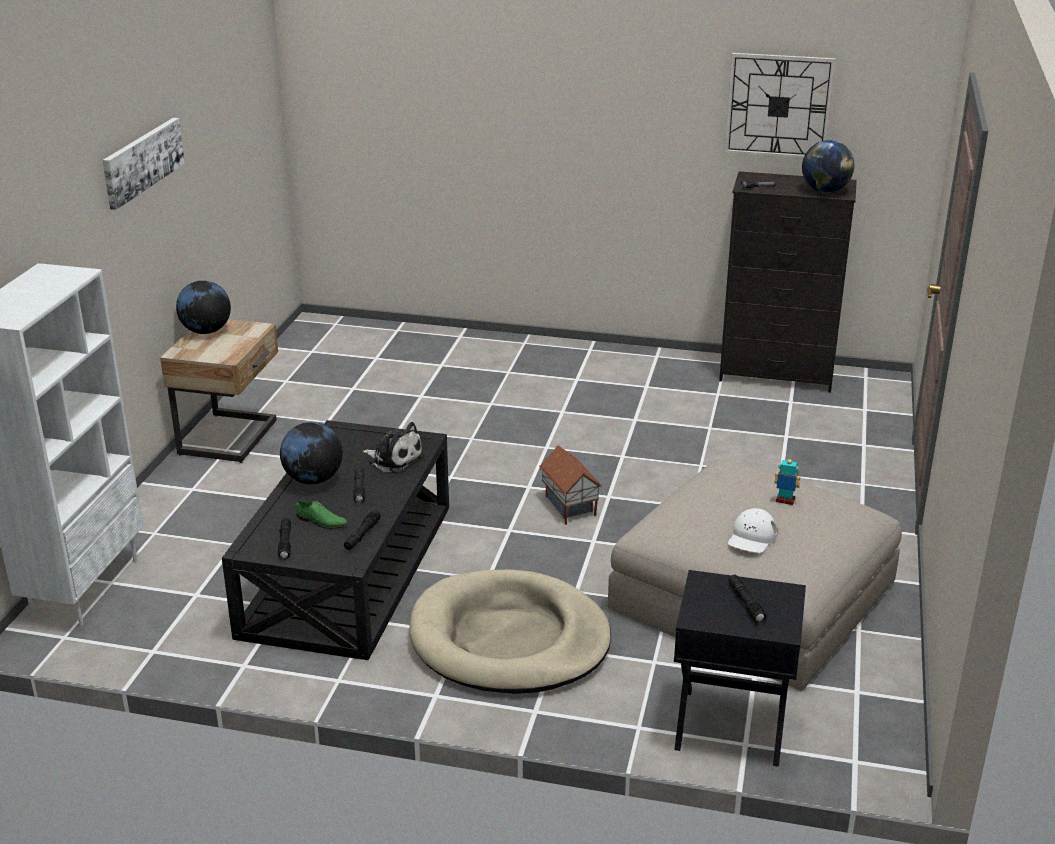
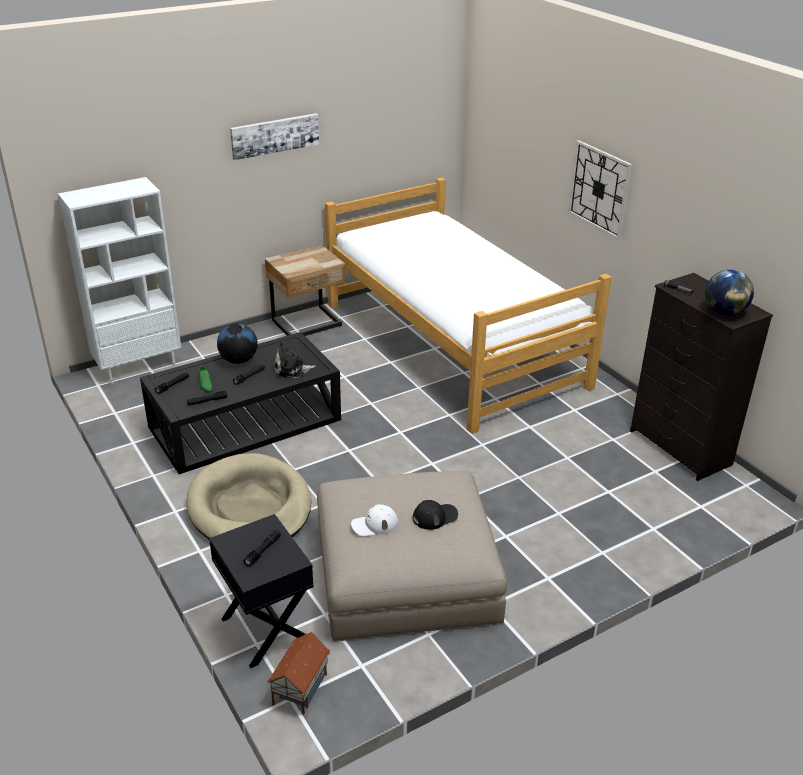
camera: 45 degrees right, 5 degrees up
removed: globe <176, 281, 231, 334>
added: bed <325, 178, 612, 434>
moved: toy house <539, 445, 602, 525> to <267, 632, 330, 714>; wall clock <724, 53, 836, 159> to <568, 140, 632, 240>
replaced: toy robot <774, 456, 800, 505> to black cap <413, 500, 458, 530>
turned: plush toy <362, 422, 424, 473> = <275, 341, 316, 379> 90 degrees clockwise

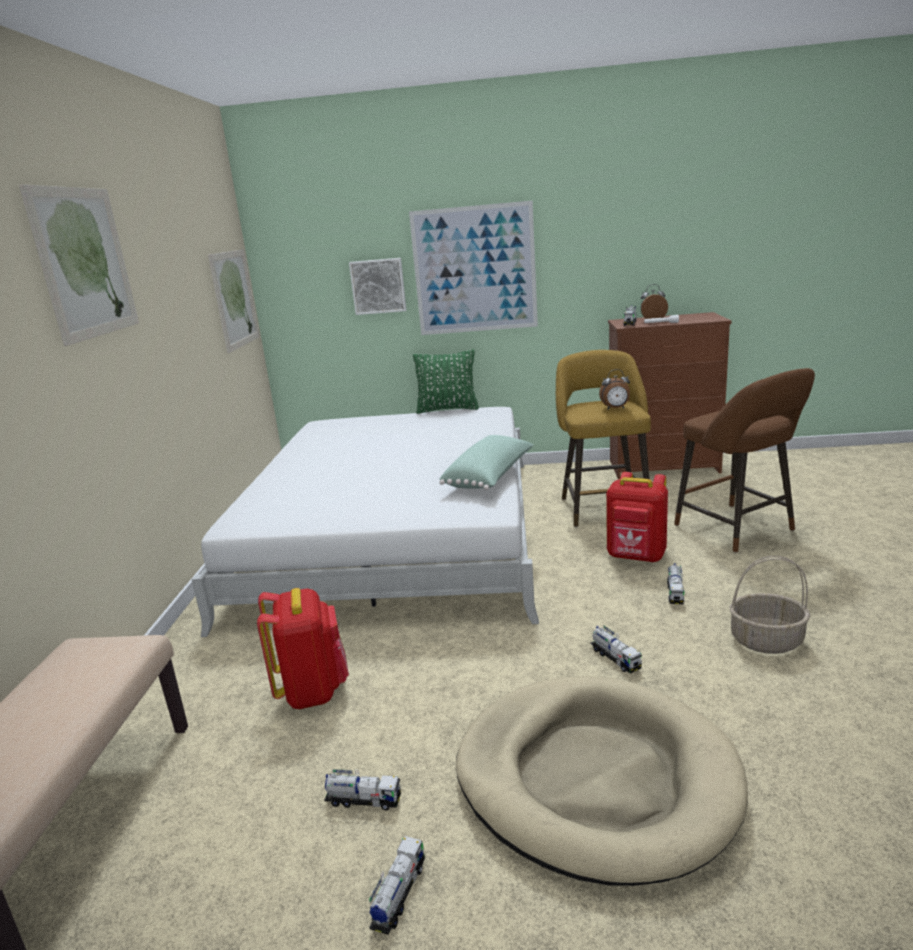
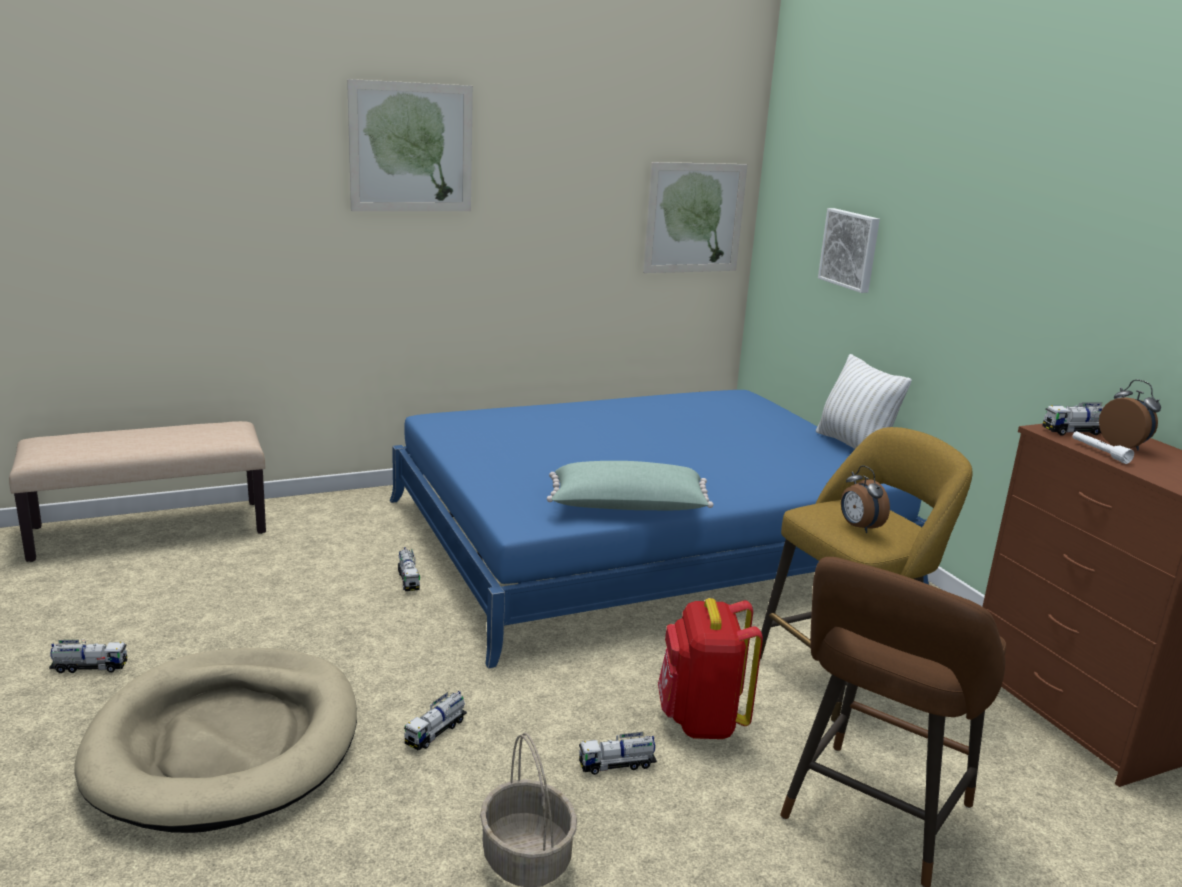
camera: 60 degrees right, 0 degrees up
removed: red backpack <257, 588, 349, 709>; picture <409, 200, 538, 335>
moved: toy truck <324, 769, 401, 810> to <398, 547, 420, 591>
recoloured: white bed <192, 407, 539, 637> to blue bed <390, 390, 929, 668>; green pillow <413, 349, 479, 414> to white pillow <816, 354, 912, 449>

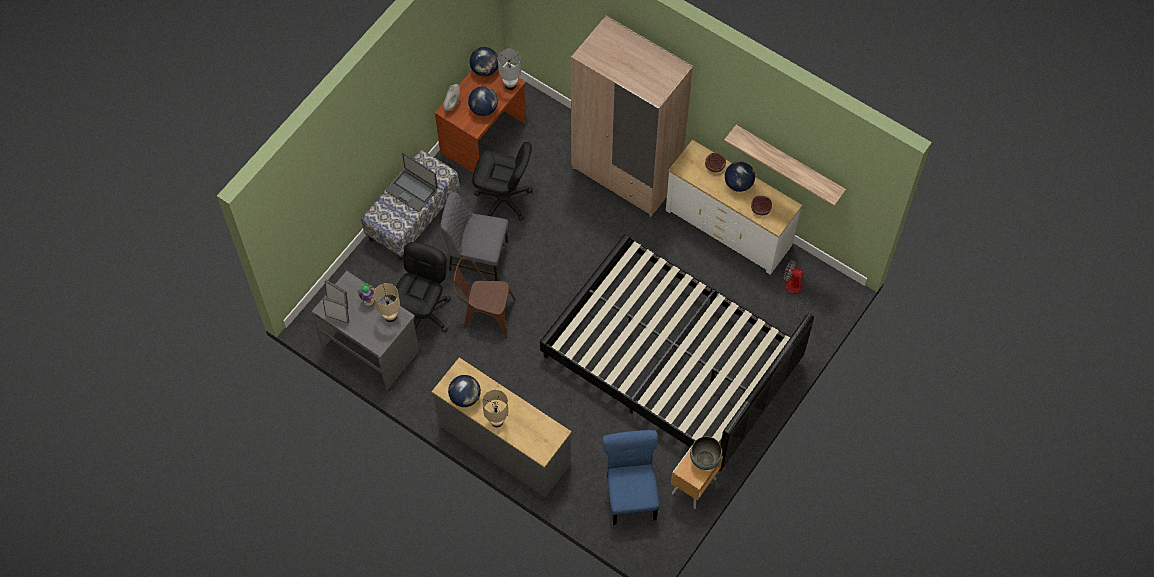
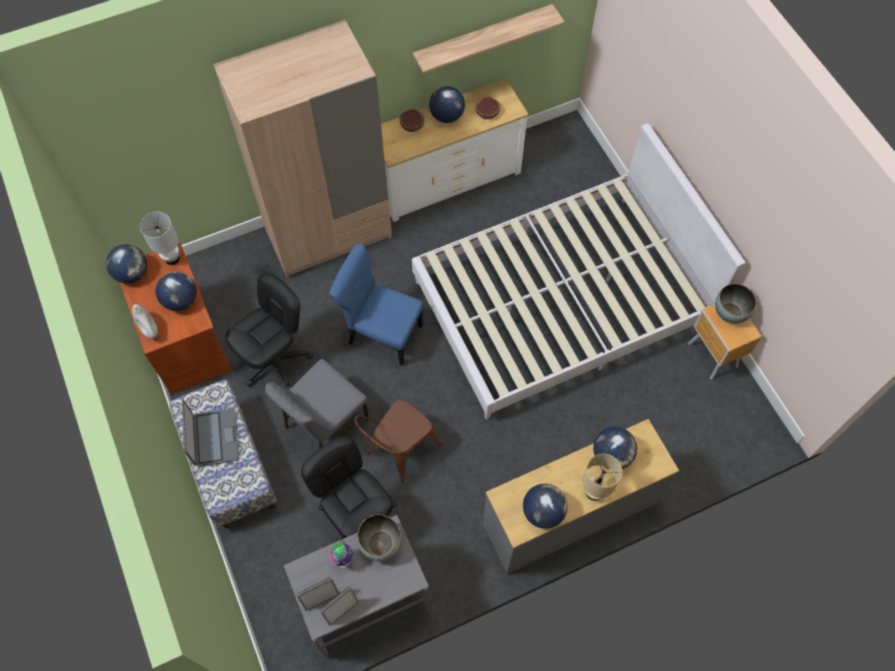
camera: 60 degrees left, 0 degrees up
removed: fan <784, 260, 810, 319>
added: globe <593, 427, 637, 469>
moved: blue chair <603, 430, 660, 525> to <329, 244, 424, 366>
replaced: beige table lamp <374, 283, 400, 322> to bowl <357, 514, 402, 561>
recoloured: black bed <540, 234, 814, 471> to white bed <412, 123, 746, 419>
turned: laptop <386, 153, 438, 212> = <182, 399, 239, 467> 75 degrees counterclockwise

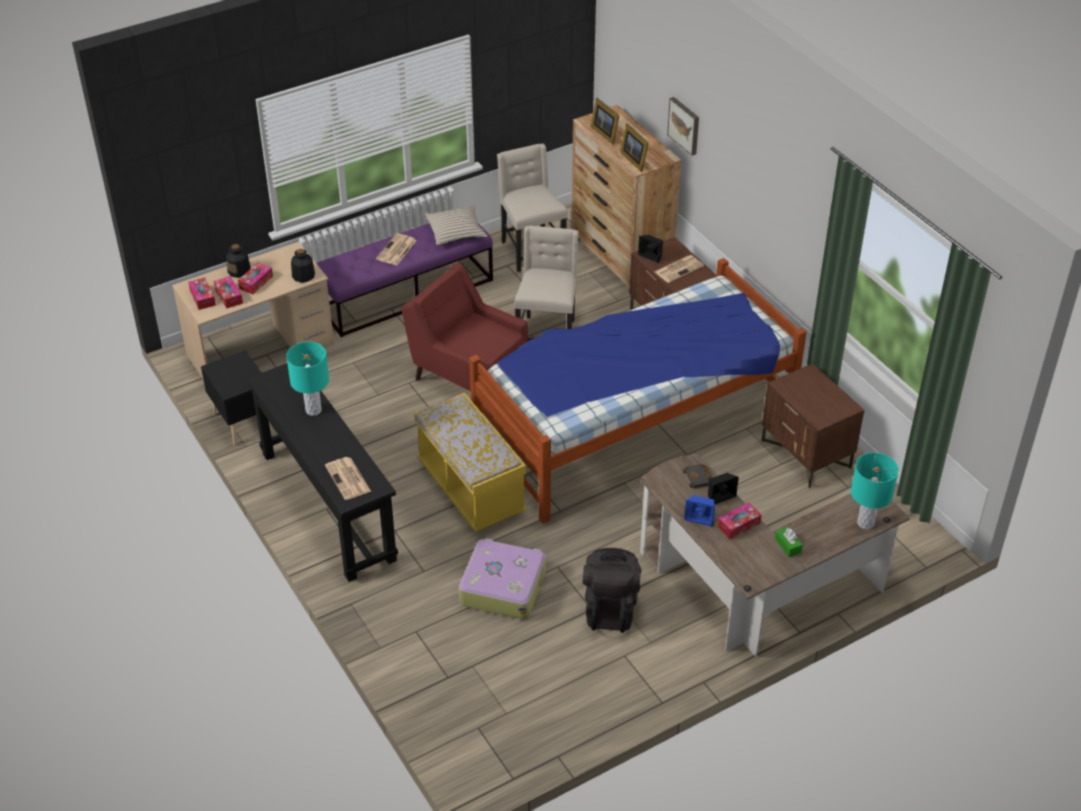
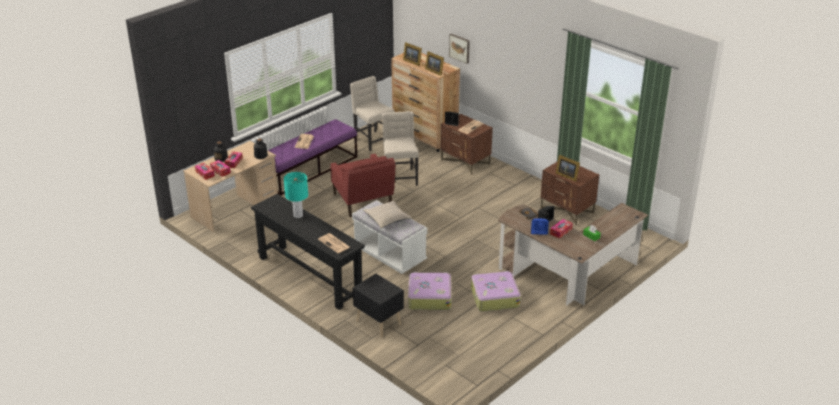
camera: 15 degrees left, 10 degrees down
removed: bed <469, 258, 807, 524>; turquoise table lamp <851, 453, 899, 529>
added: picture frame <556, 155, 580, 182>
moved: black nightstand <201, 350, 272, 446> to <353, 274, 404, 338>; beige pillow <424, 206, 488, 246> to <363, 201, 412, 228>
replaced: black backpack <583, 548, 642, 633> to suitcase <471, 271, 521, 312>
recoloured: yellow bench <414, 393, 526, 532> to white bench <352, 200, 427, 274>
turned: red armchair <401, 263, 528, 391> = <330, 154, 395, 217> 135 degrees counterclockwise

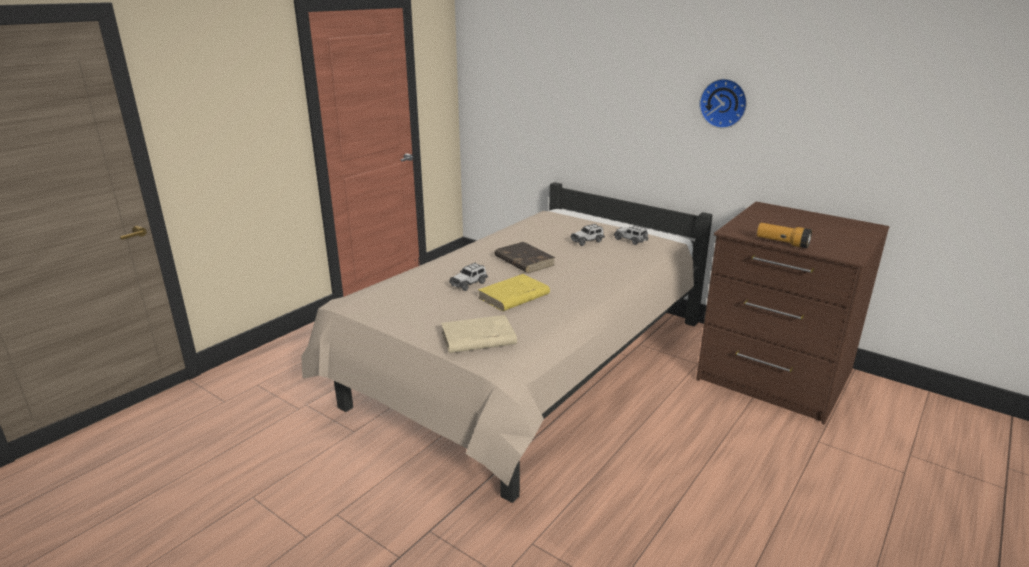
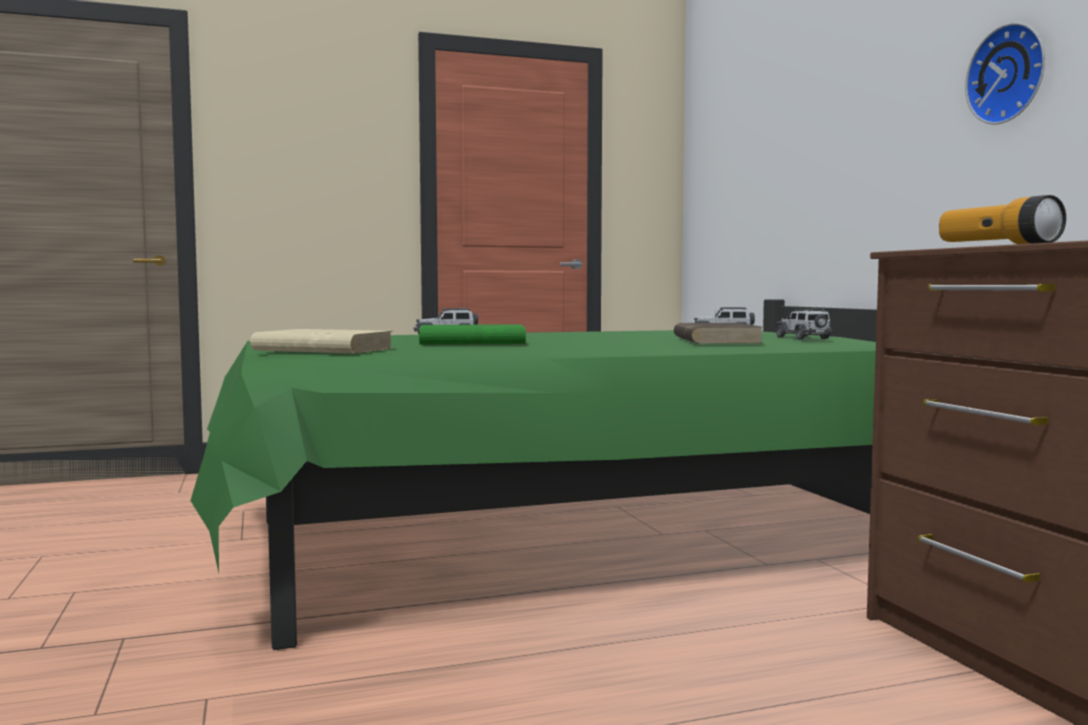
camera: 35 degrees right, 20 degrees down
moved: brown book <494, 242, 556, 273> to <674, 323, 764, 344>
recoloured: beige bed <301, 182, 713, 503> to green bed <190, 299, 877, 650>; yellow book <478, 274, 550, 311> to green book <419, 324, 526, 345>

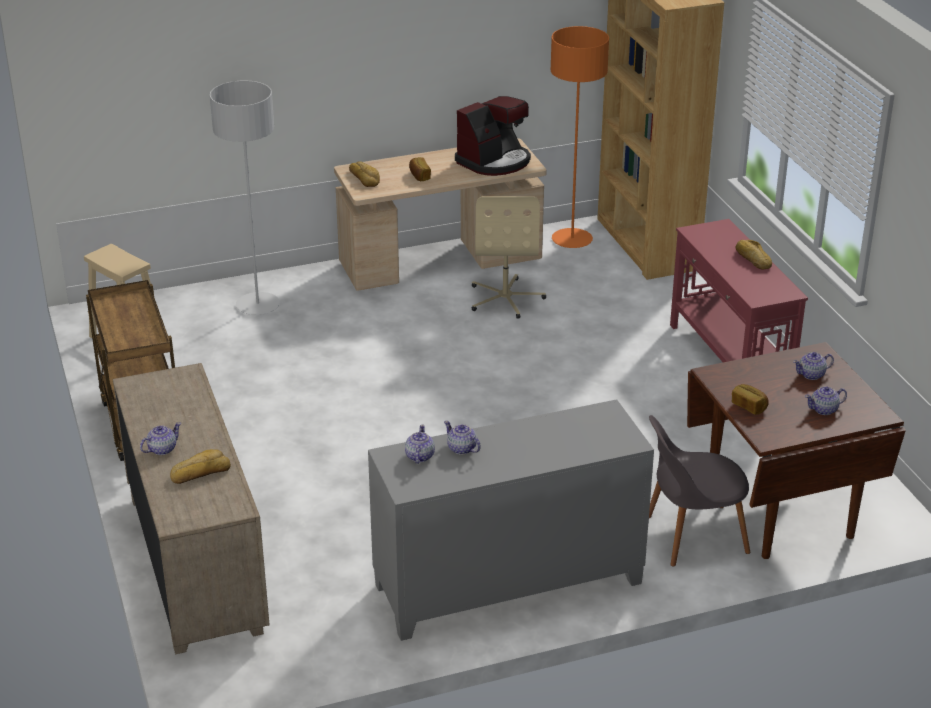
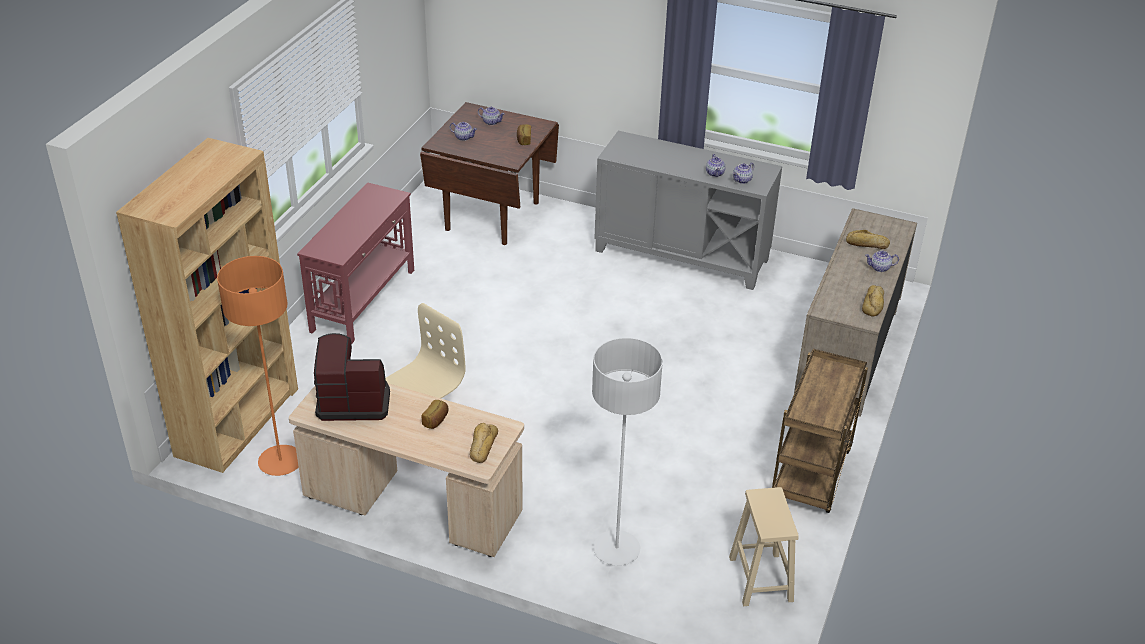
camera: 140 degrees left, 5 degrees up
removed: grey chair <649, 415, 750, 567>
moved: bread <736, 240, 772, 269> to <862, 285, 884, 316>

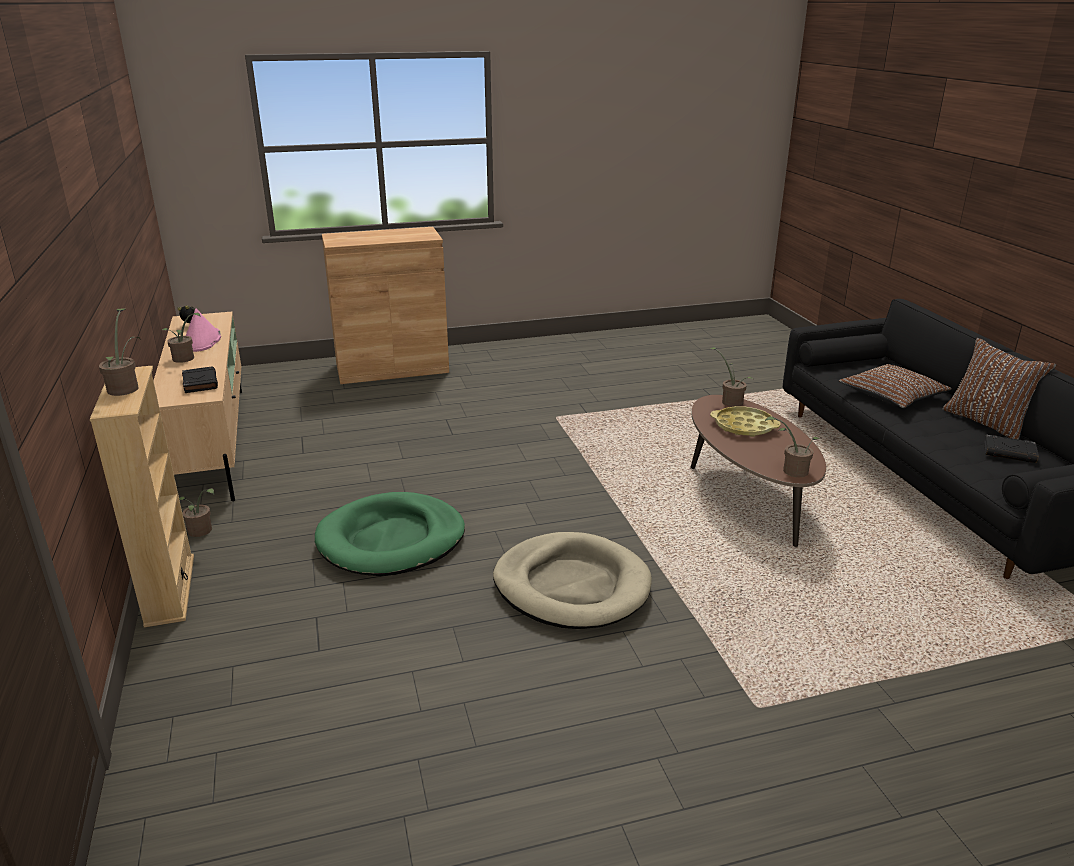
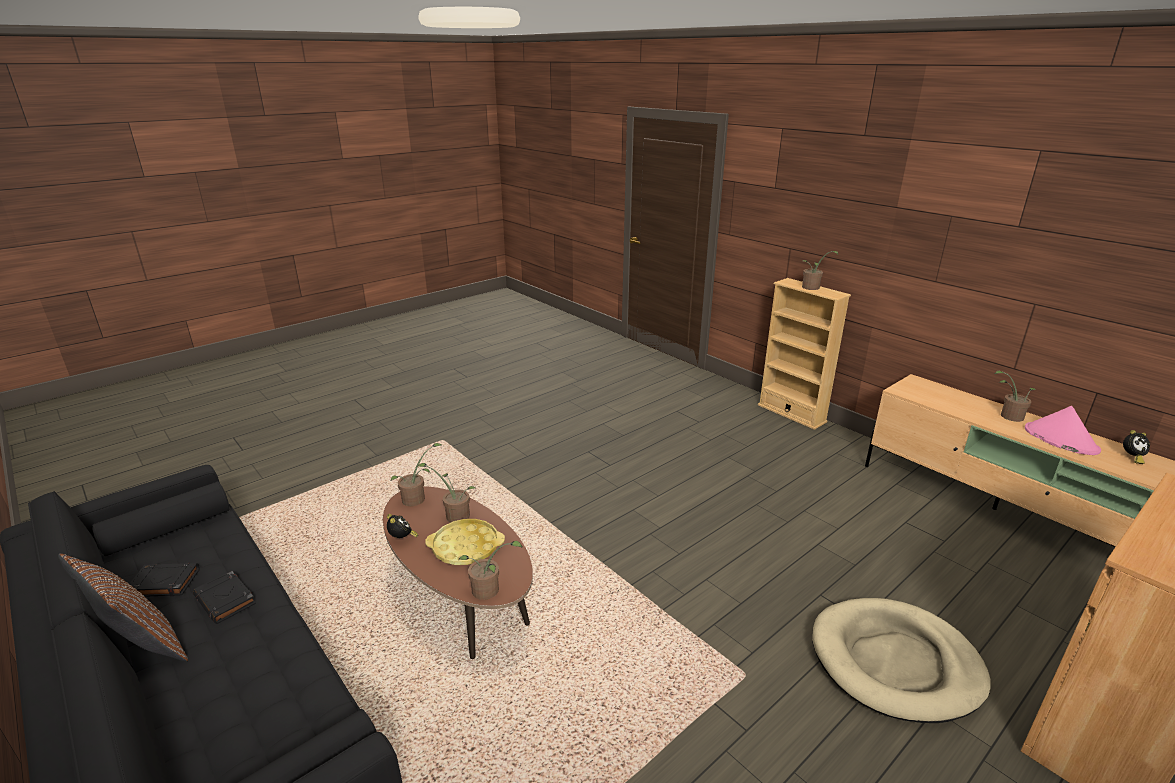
camera: 155 degrees right, 0 degrees up
removed: green dog bed <315, 492, 465, 576>; brown pillow <839, 364, 952, 409>
added: alarm clock <387, 514, 418, 538>
moved: black book <182, 366, 218, 393> to <193, 571, 256, 624>; potted plant <179, 488, 214, 537> to <418, 463, 477, 522>; beige dog bed <493, 532, 652, 629> to <812, 598, 990, 723>

